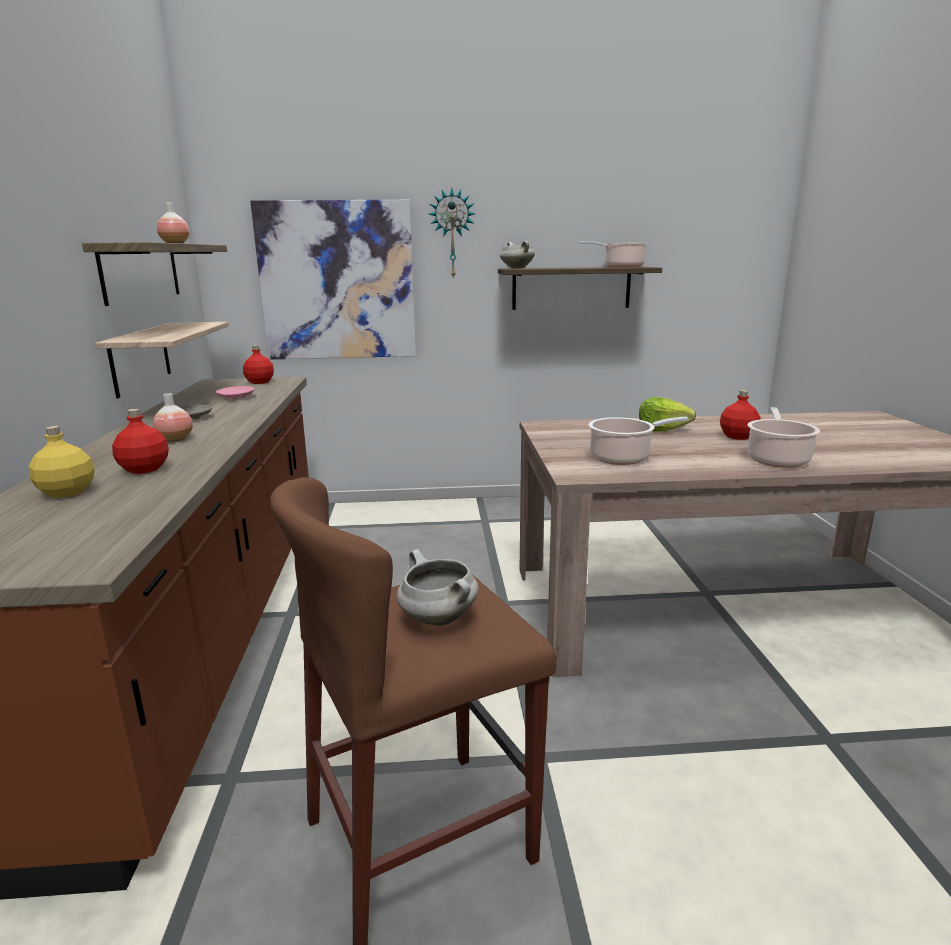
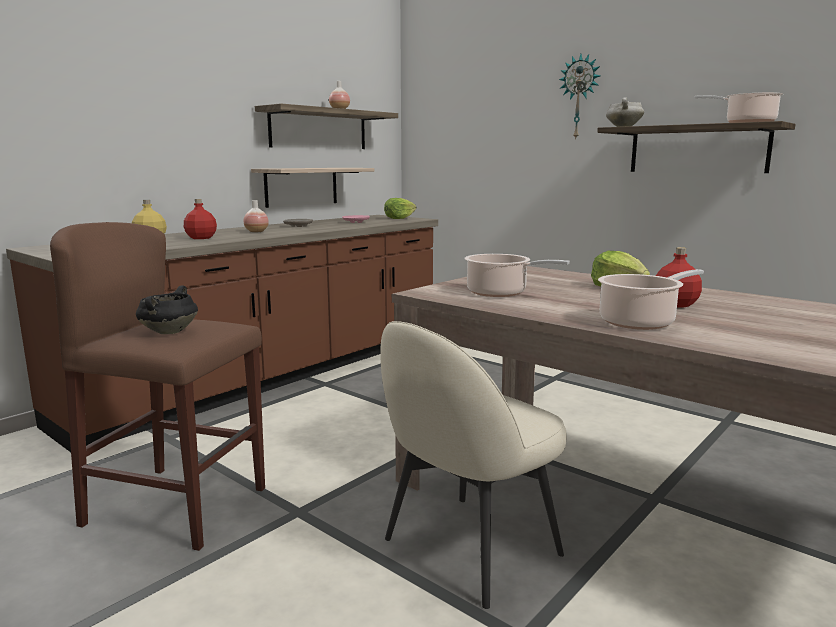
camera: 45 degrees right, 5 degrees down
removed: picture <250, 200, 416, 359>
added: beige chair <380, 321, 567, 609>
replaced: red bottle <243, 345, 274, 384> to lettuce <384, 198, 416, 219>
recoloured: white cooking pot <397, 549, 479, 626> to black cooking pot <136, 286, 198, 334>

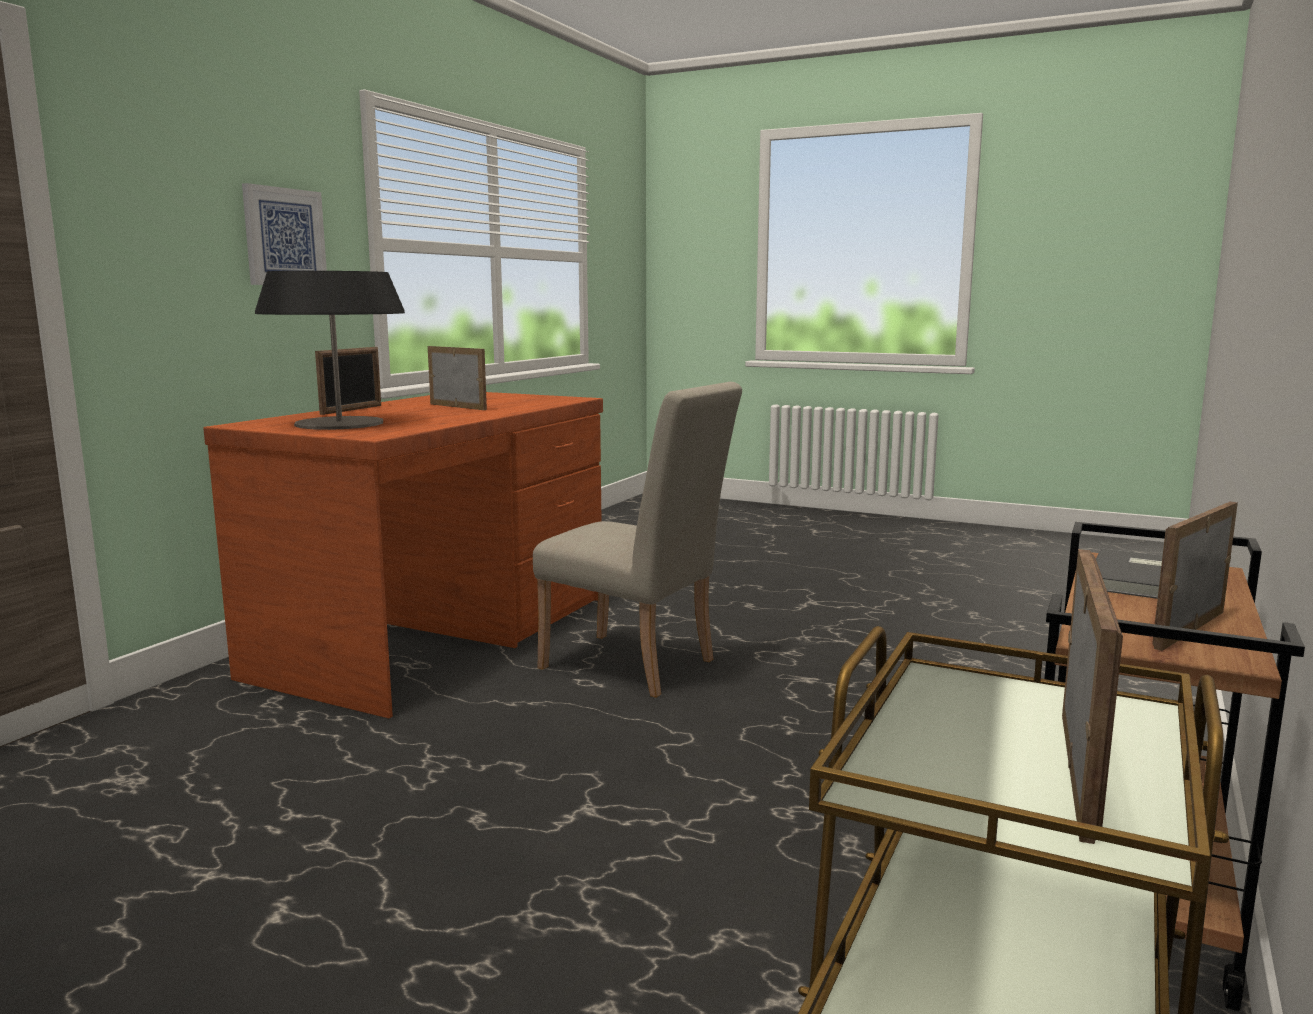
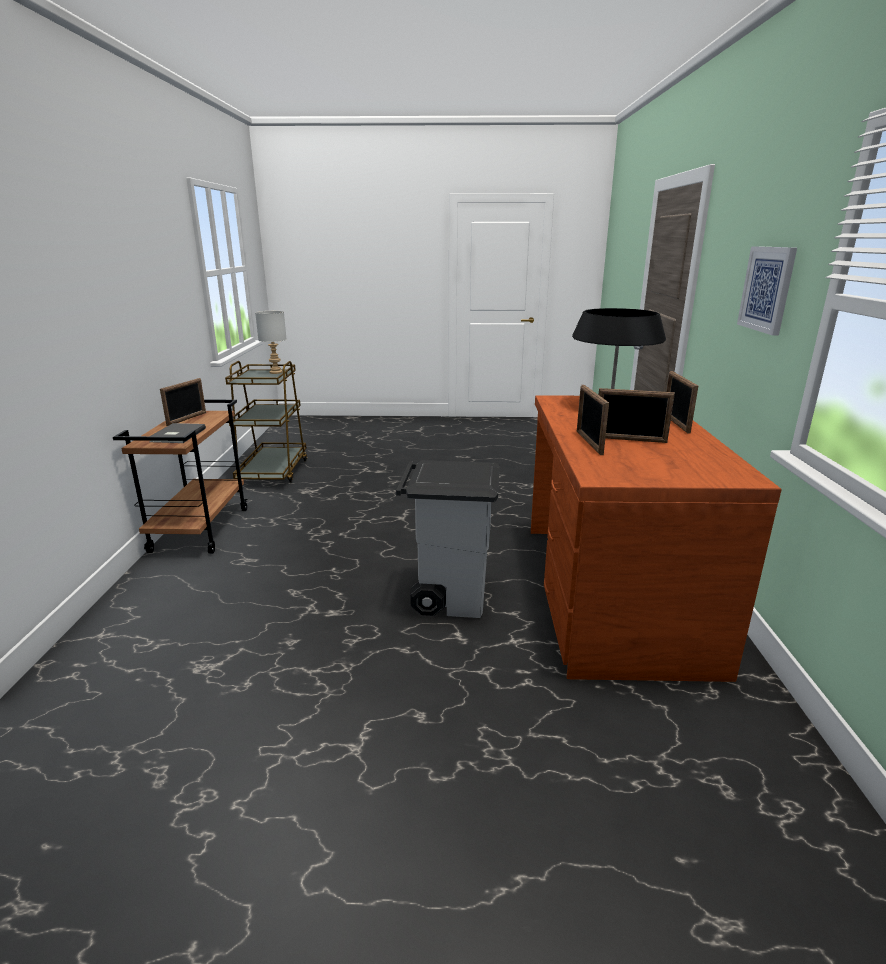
camera: 155 degrees right, 10 degrees up
added: grey table lamp <255, 311, 287, 374>
moved: picture frame <1062, 549, 1123, 844> to <577, 385, 609, 455>
replaced: beige chair <533, 382, 742, 698> to grey trash can <396, 460, 500, 618>

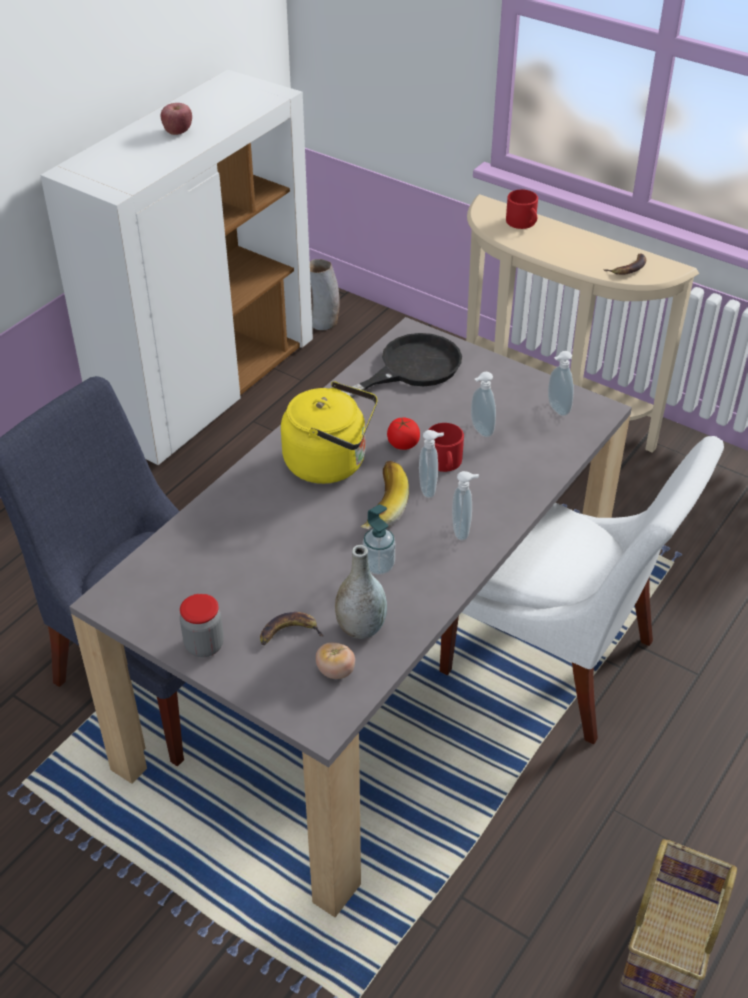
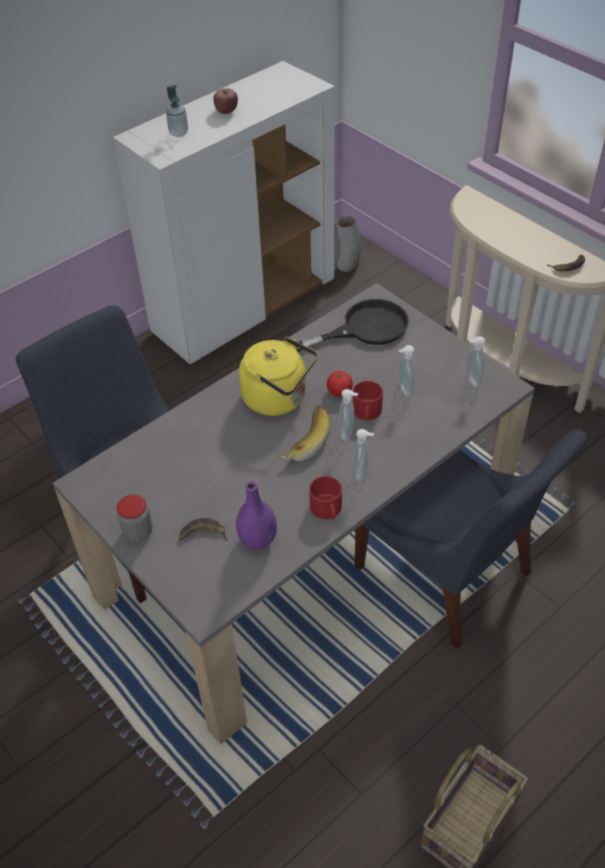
camera: 15 degrees right, 5 degrees up
removed: tomato <316, 642, 355, 679>
moved: soap dispenser <363, 504, 395, 575> to <166, 85, 188, 137>; red mug <506, 190, 538, 229> to <309, 476, 342, 519>
recoloured: grey vase <335, 545, 387, 639> to purple vase <236, 481, 277, 549>; white chair <439, 436, 724, 744> to blue chair <354, 429, 588, 649>

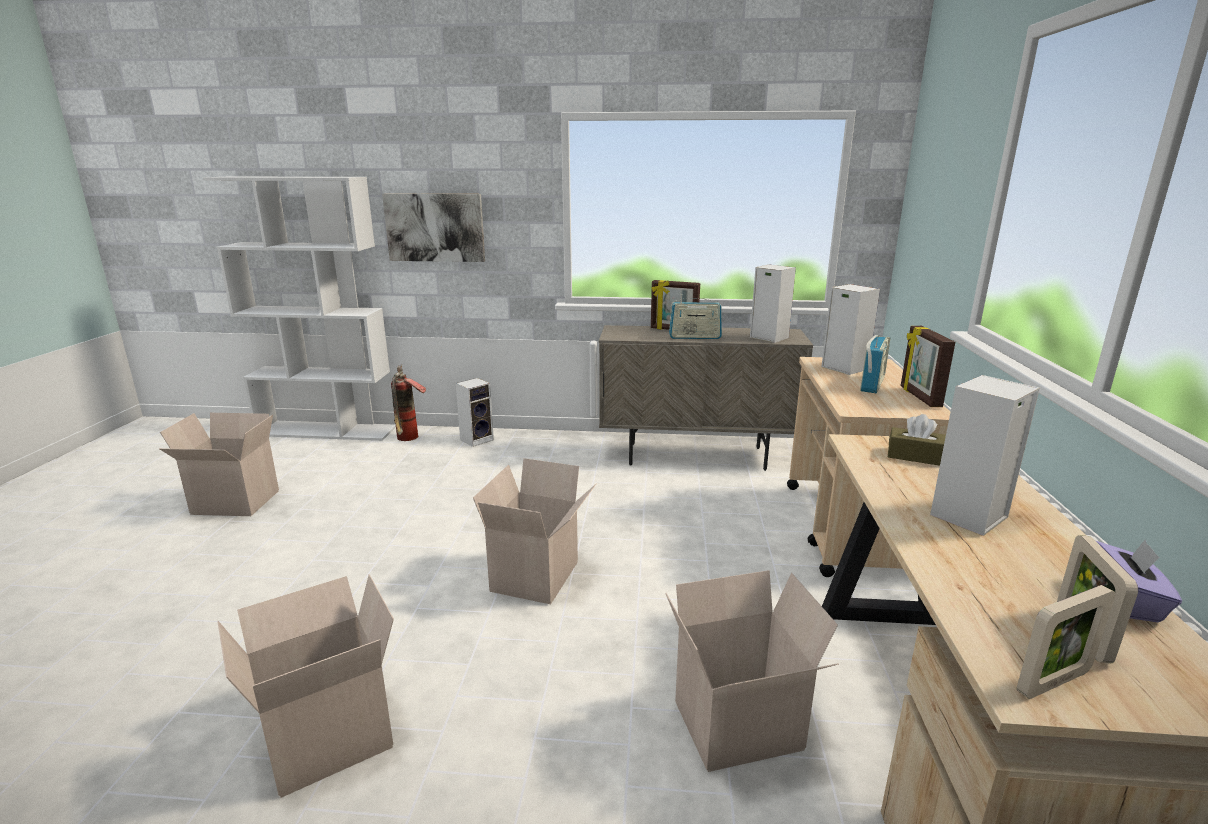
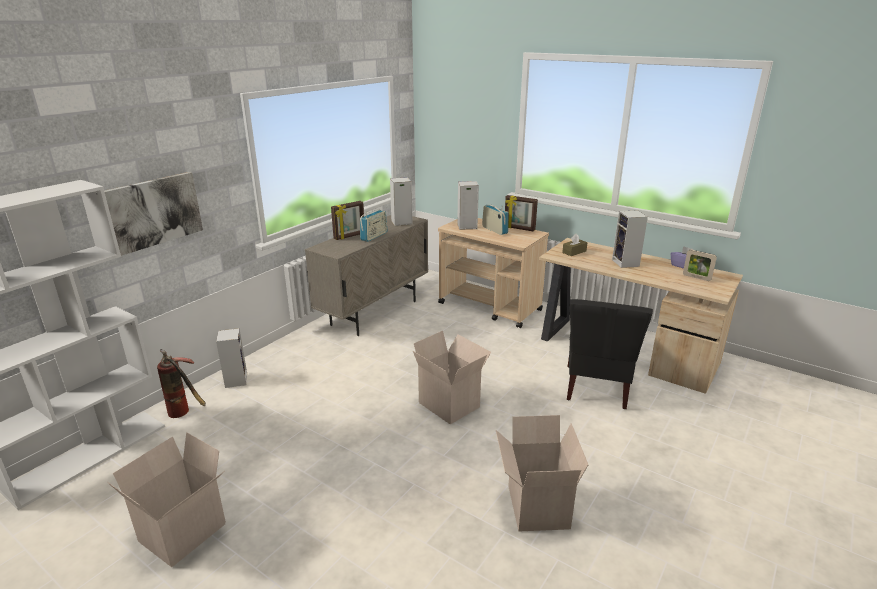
camera: 60 degrees left, 5 degrees up
removed: picture frame <1017, 585, 1115, 699>
replaced: cardboard box <666, 570, 839, 772> to black chair <567, 299, 653, 409>

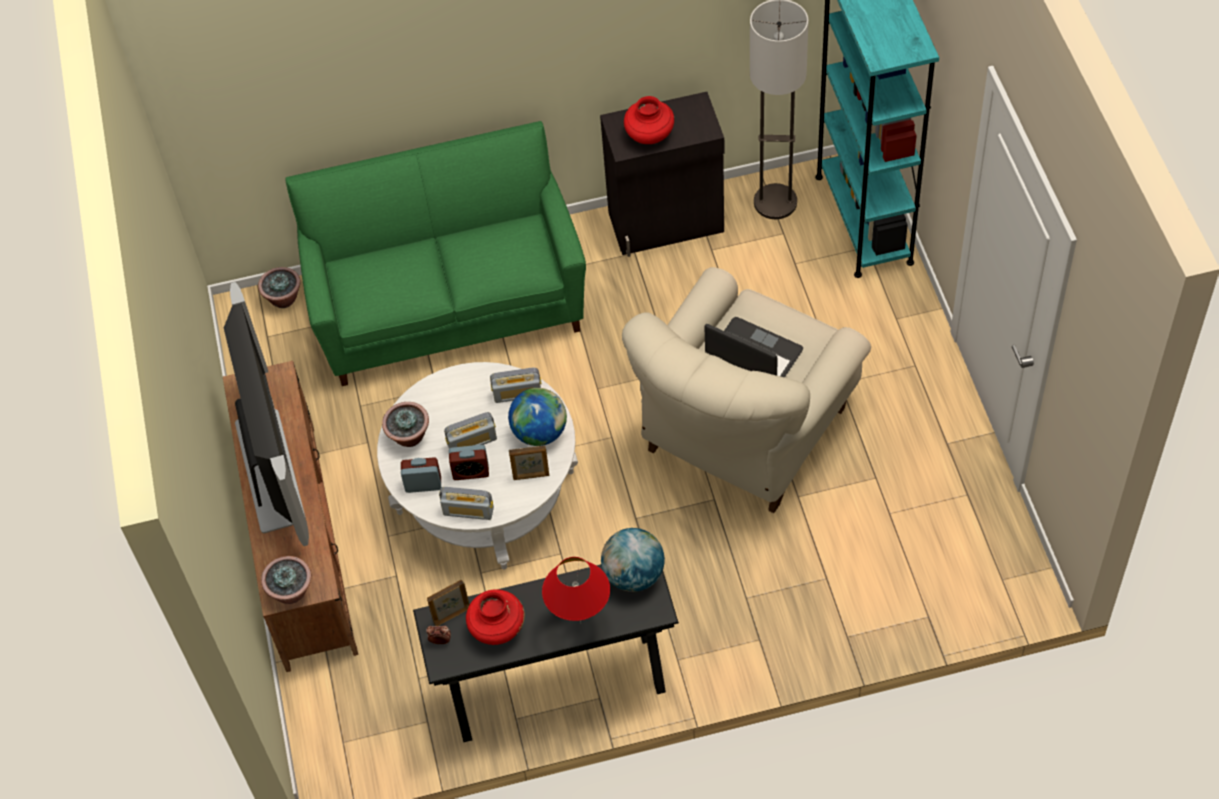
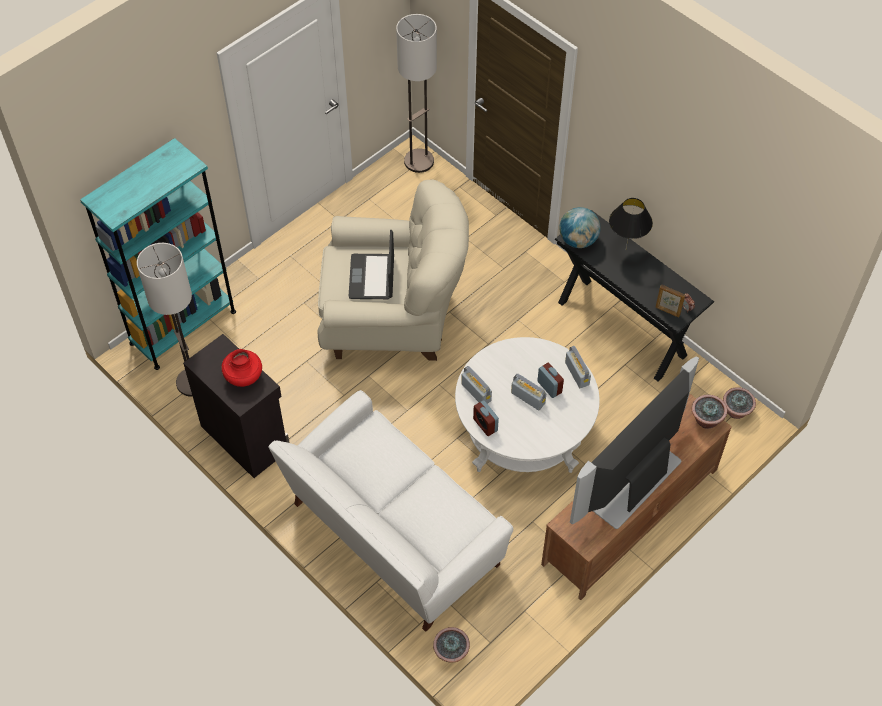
camera: 125 degrees left, 0 degrees up
removed: red vase <466, 590, 525, 645>; globe <508, 388, 567, 446>; picture frame <509, 445, 549, 480>
added: floor lamp <396, 14, 437, 173>
moved: alarm clock <401, 457, 441, 493> to <473, 400, 499, 436>; potted plant <382, 402, 429, 447> to <723, 387, 756, 419>
recoloured: green sofa <285, 121, 586, 386> to white sofa <268, 390, 513, 632>; red table lamp <542, 557, 610, 624> to black table lamp <609, 198, 653, 248>

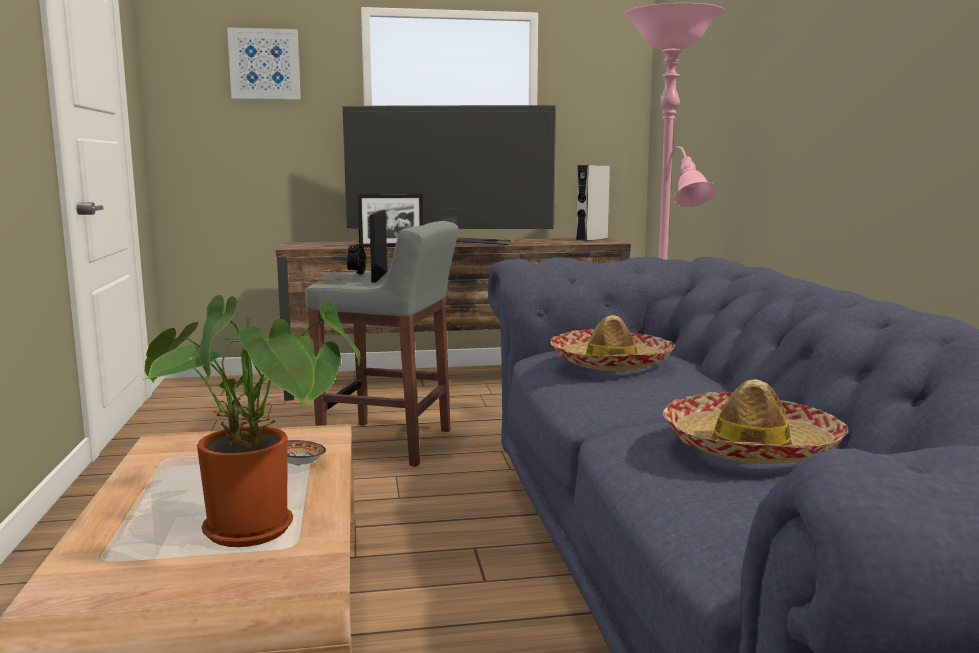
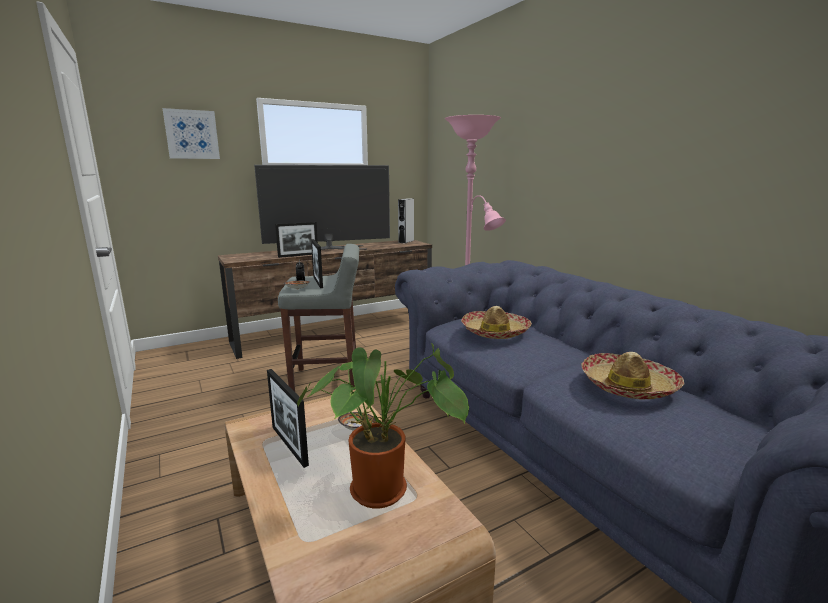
camera: 20 degrees left, 5 degrees up
added: picture frame <267, 369, 309, 468>

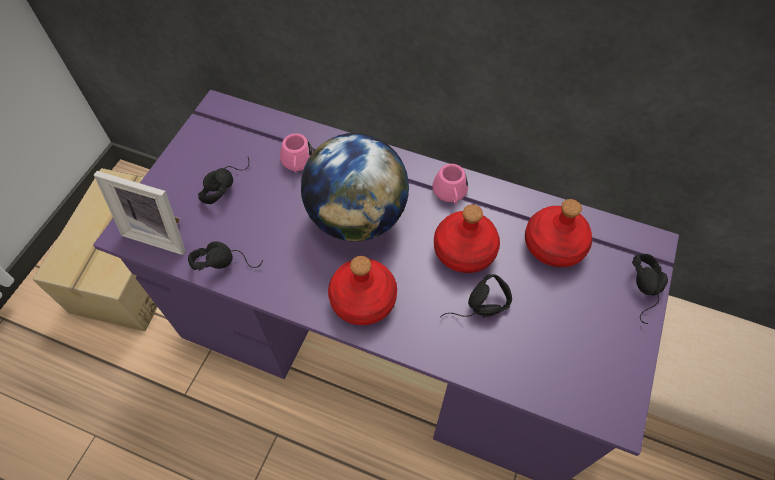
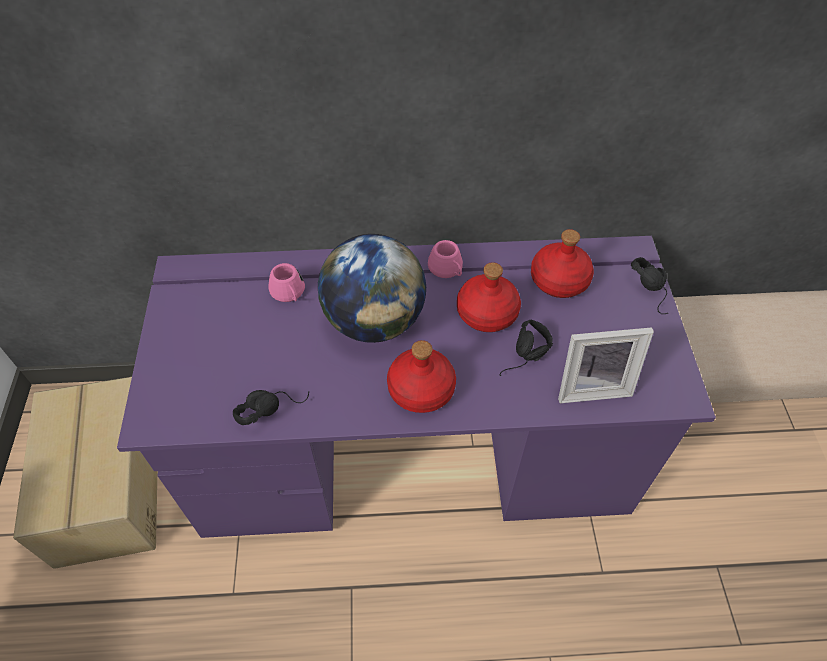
camera: 25 degrees left, 5 degrees down
removed: black headphones <198, 157, 249, 204>
moved: picture frame <94, 171, 186, 255> to <558, 327, 654, 403>

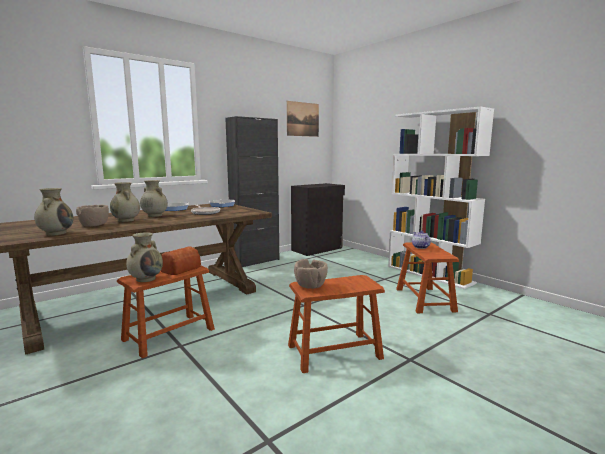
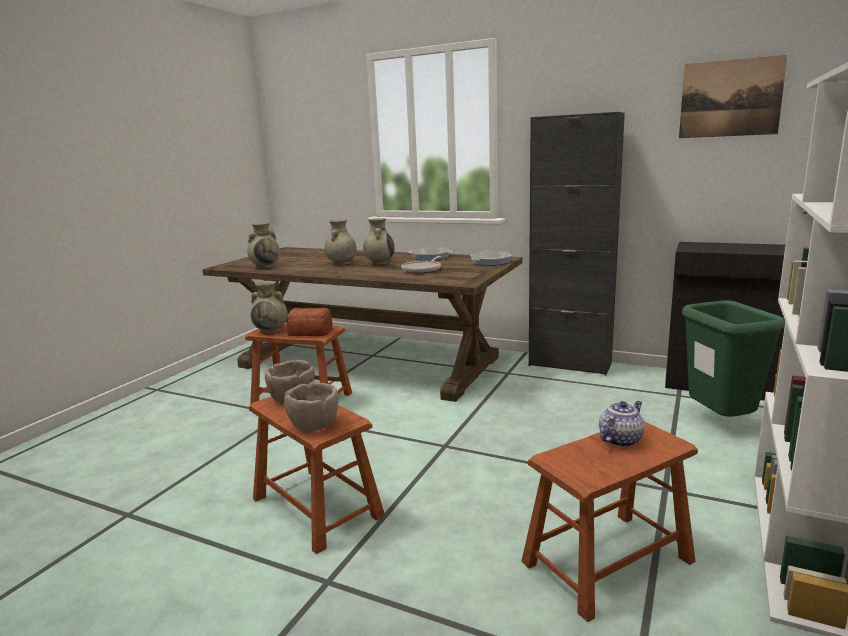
camera: 65 degrees right, 5 degrees up
added: green trash can <682, 301, 785, 417>
moved: brown bowl <76, 205, 109, 227> to <284, 382, 338, 431>

